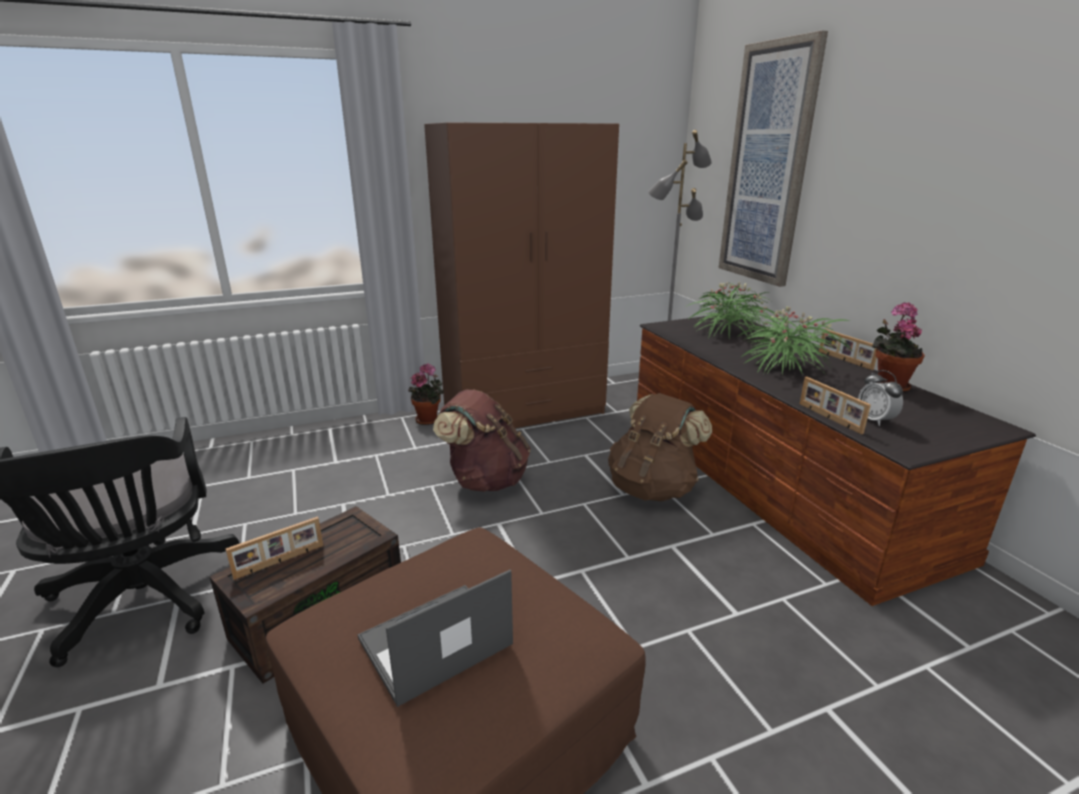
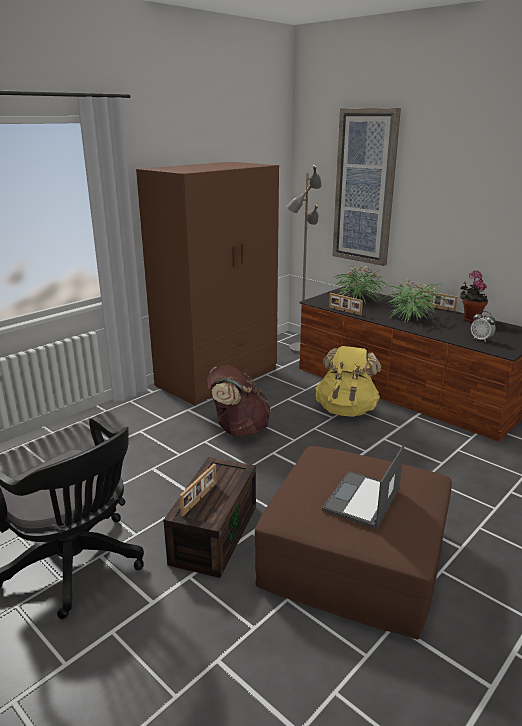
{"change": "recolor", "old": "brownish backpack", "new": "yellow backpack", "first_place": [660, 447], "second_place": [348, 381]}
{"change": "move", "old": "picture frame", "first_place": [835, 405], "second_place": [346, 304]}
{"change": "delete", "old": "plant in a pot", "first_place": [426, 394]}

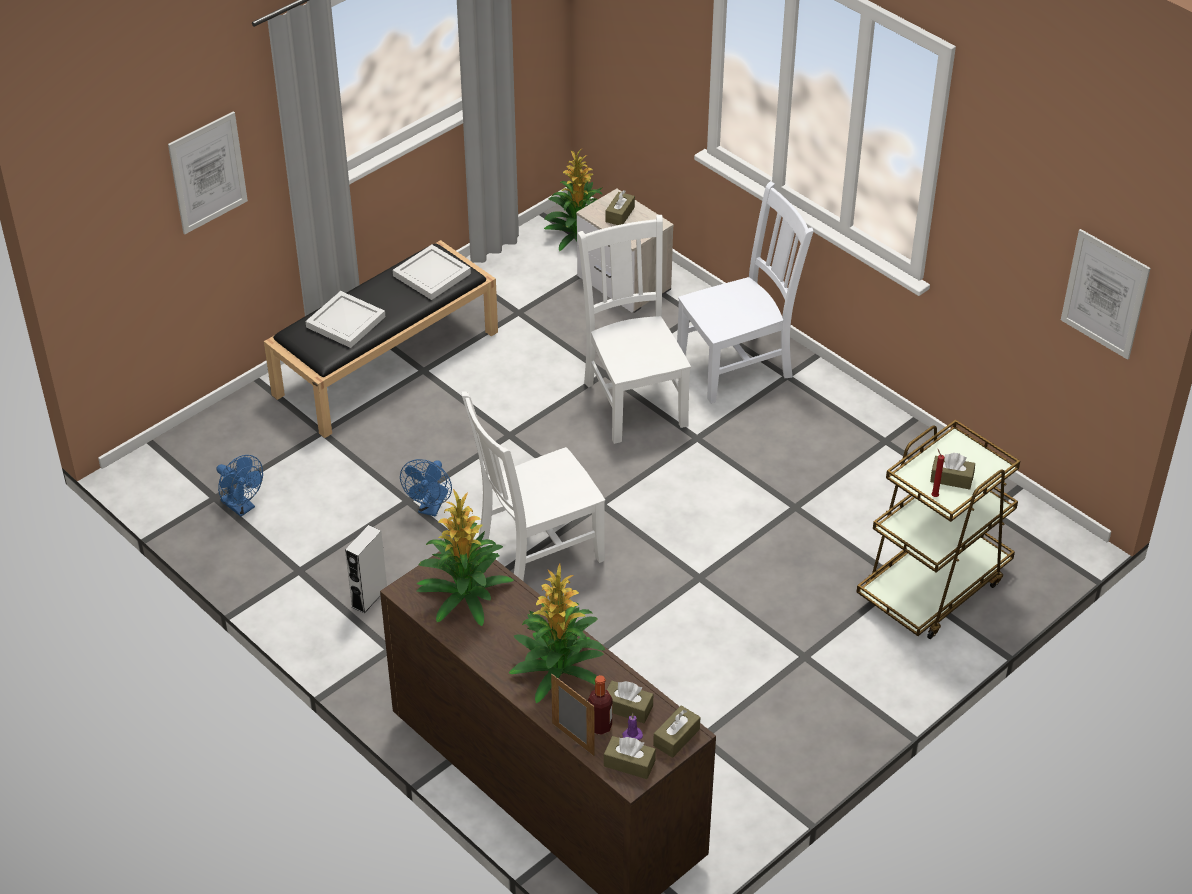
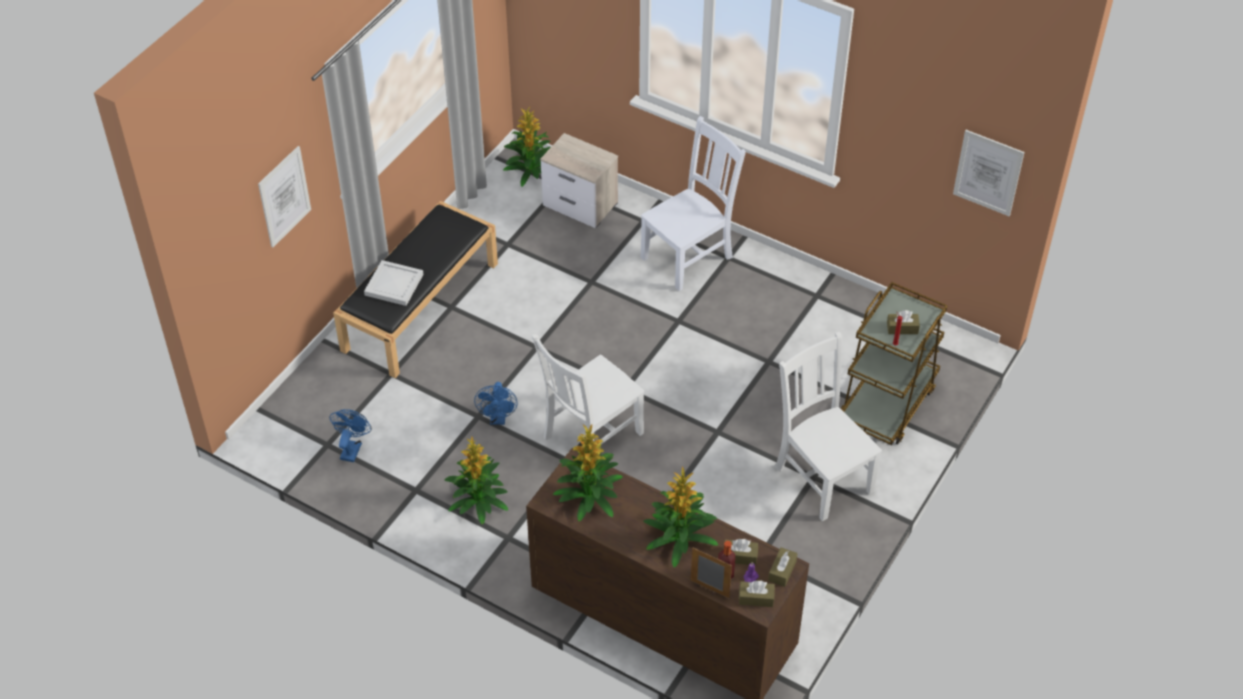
{"change": "rotate", "old": "blue cooling fan", "first_place": [239, 486], "second_place": [350, 435], "degrees": -105}
{"change": "replace", "old": "grey loudspeaker", "new": "plant in a pot", "first_place": [366, 569], "second_place": [476, 481]}
{"change": "move", "old": "whitish plain chair", "first_place": [634, 329], "second_place": [828, 426]}
{"change": "delete", "old": "whitish carrying tray", "first_place": [432, 272]}
{"change": "delete", "old": "brownish tissue box", "first_place": [620, 207]}

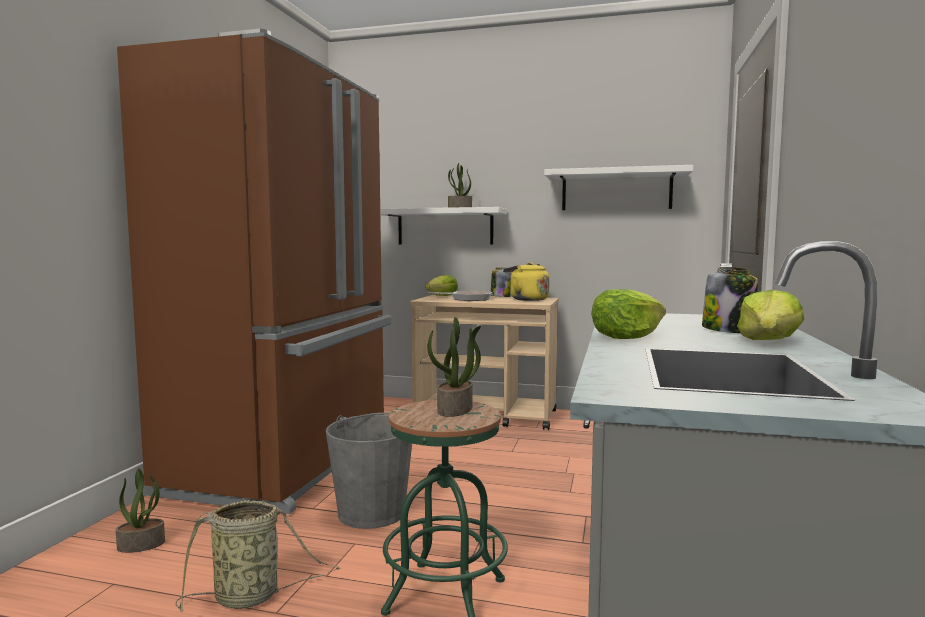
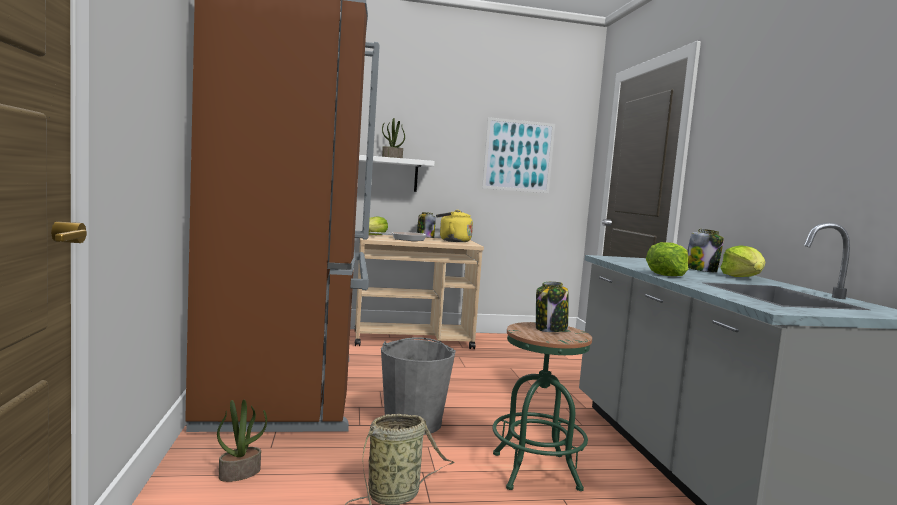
{"change": "replace", "old": "whitish bracket shelf", "new": "picture", "first_place": [618, 187], "second_place": [518, 155]}
{"change": "replace", "old": "plant in a pot", "new": "jar", "first_place": [454, 367], "second_place": [552, 306]}

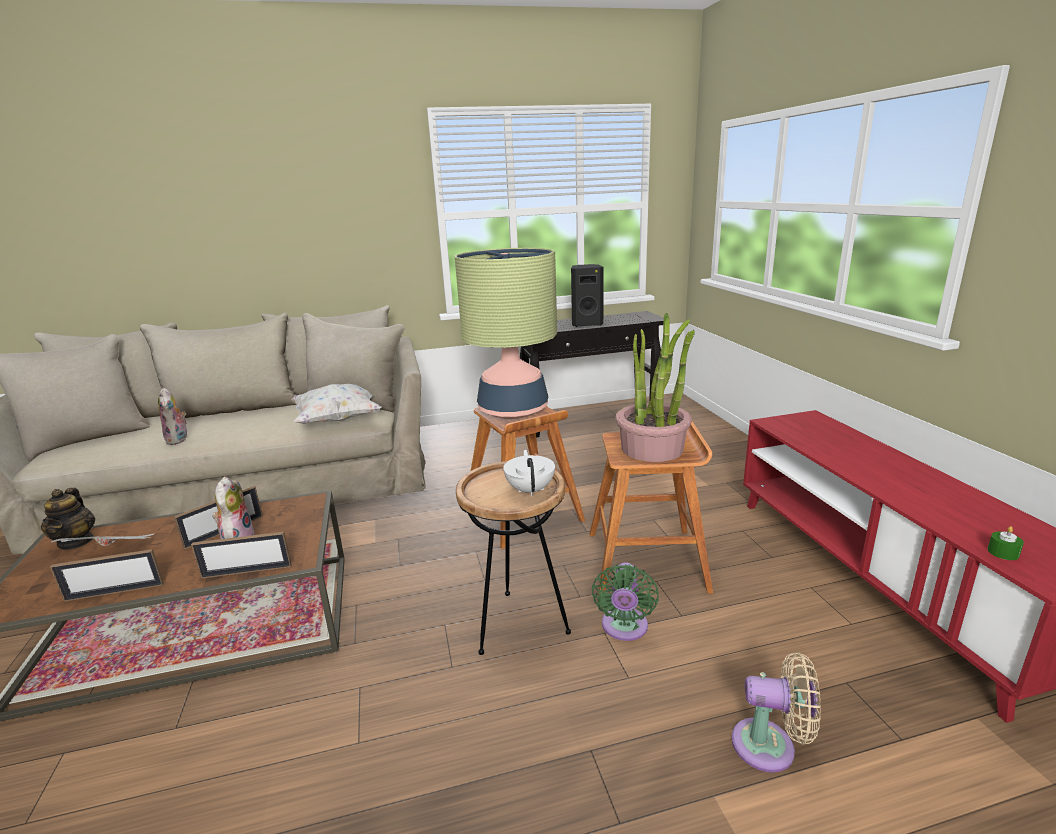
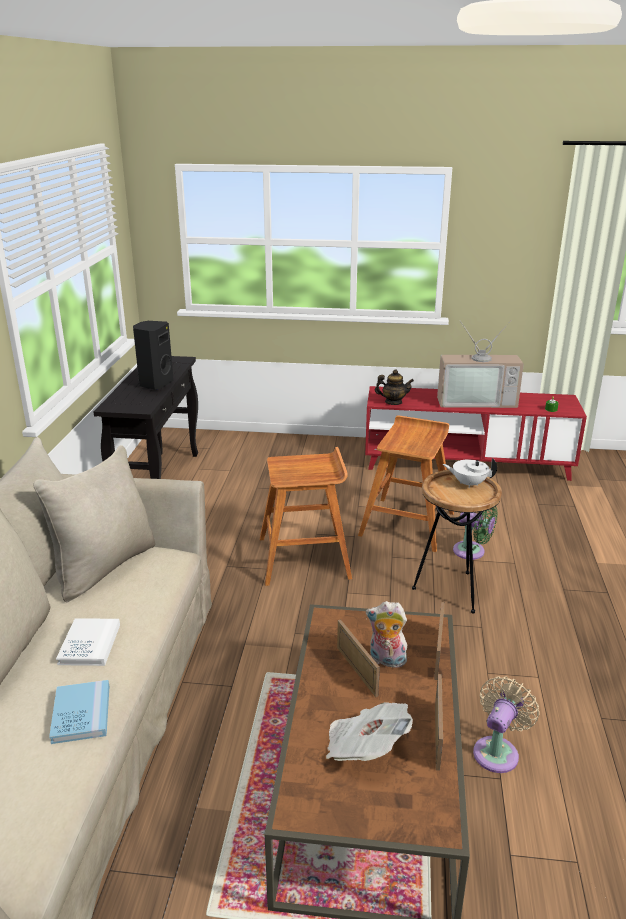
{"change": "replace", "old": "cuddly toy", "new": "blue book", "first_place": [172, 416], "second_place": [79, 712]}
{"change": "insert", "new": "whitish book", "second_place": [88, 642]}
{"change": "move", "old": "teapot", "first_place": [68, 519], "second_place": [394, 387]}
{"change": "insert", "new": "television", "second_place": [480, 364]}
{"change": "move", "old": "beige cooling fan", "first_place": [776, 712], "second_place": [506, 724]}
{"change": "delete", "old": "whitish pillow", "first_place": [337, 404]}
{"change": "delete", "old": "lamp for a table", "first_place": [505, 333]}
{"change": "delete", "old": "plant in a pot", "first_place": [655, 387]}

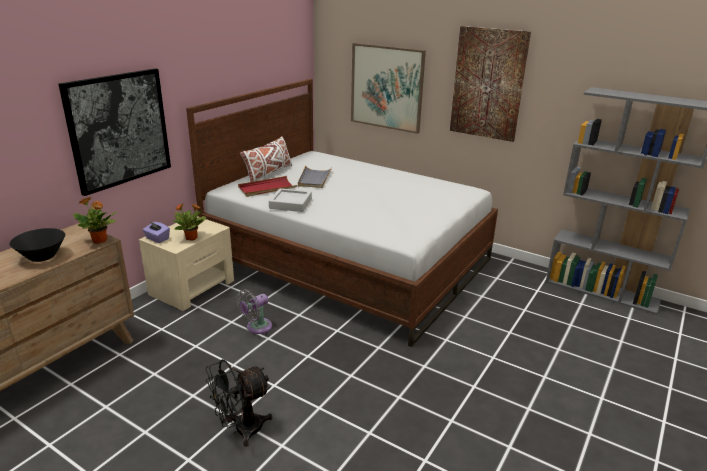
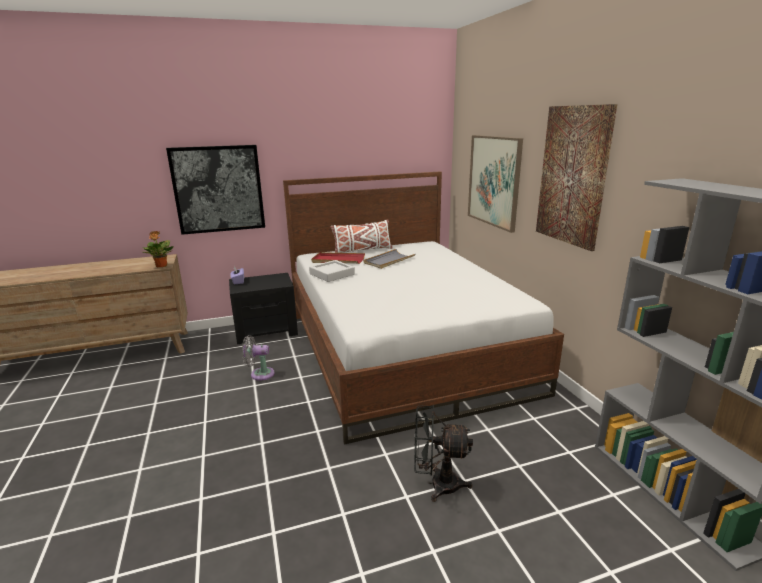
{"change": "recolor", "old": "beige nightstand", "new": "black nightstand", "first_place": [186, 264], "second_place": [263, 308]}
{"change": "move", "old": "black cooling fan", "first_place": [239, 403], "second_place": [443, 453]}
{"change": "delete", "old": "black deep dish", "first_place": [37, 245]}
{"change": "delete", "old": "plant in a pot", "first_place": [189, 222]}

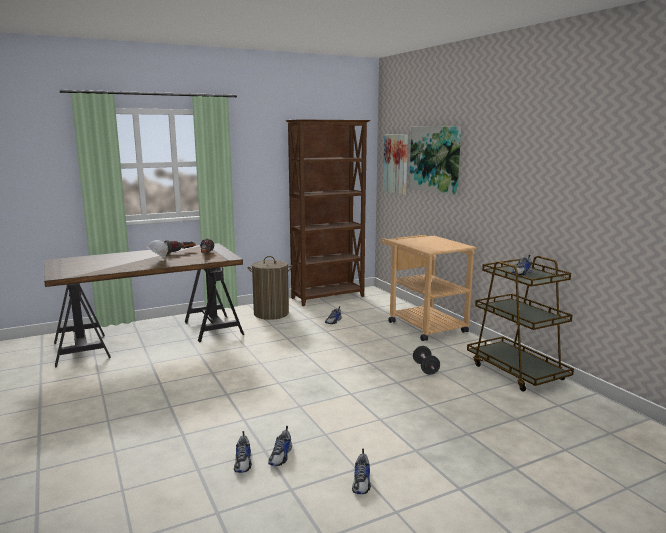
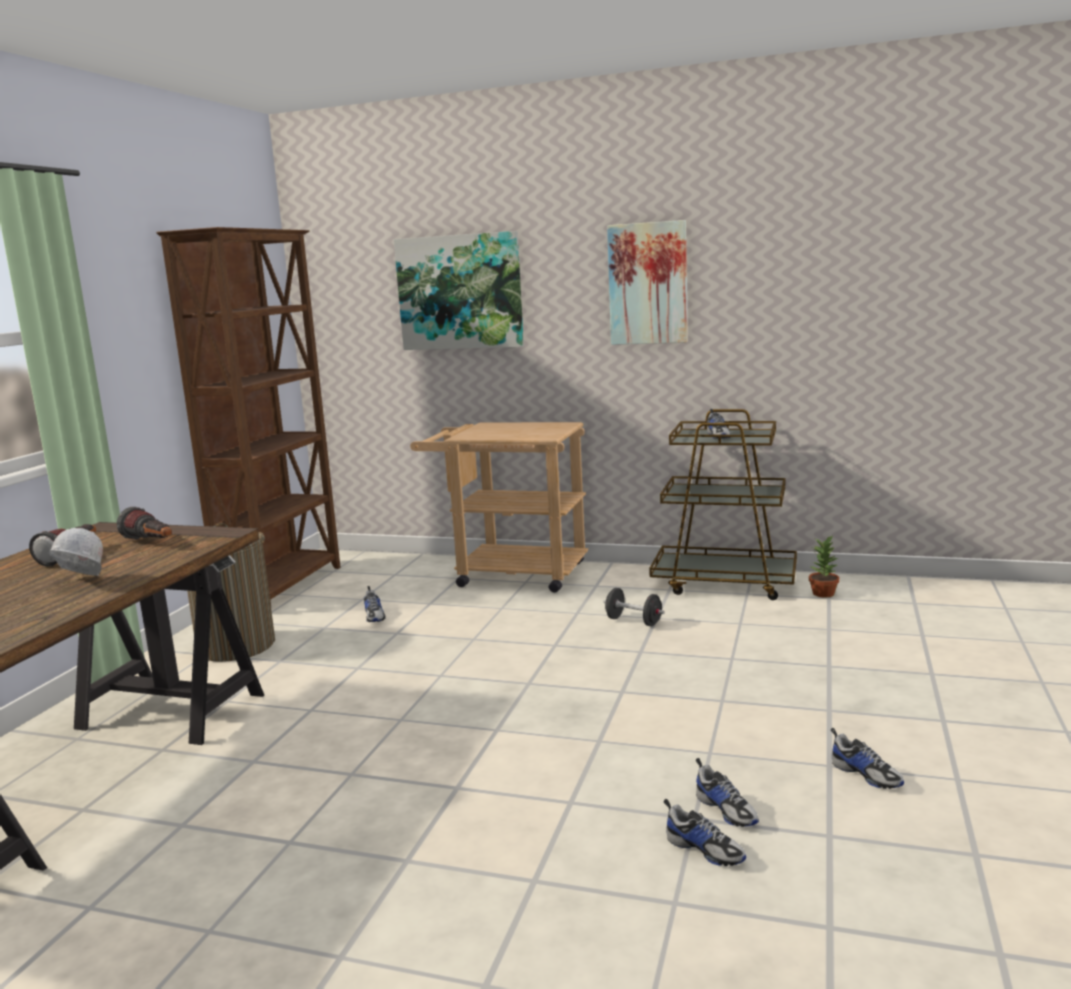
{"change": "move", "old": "picture", "first_place": [395, 165], "second_place": [647, 282]}
{"change": "insert", "new": "plant in a pot", "second_place": [824, 566]}

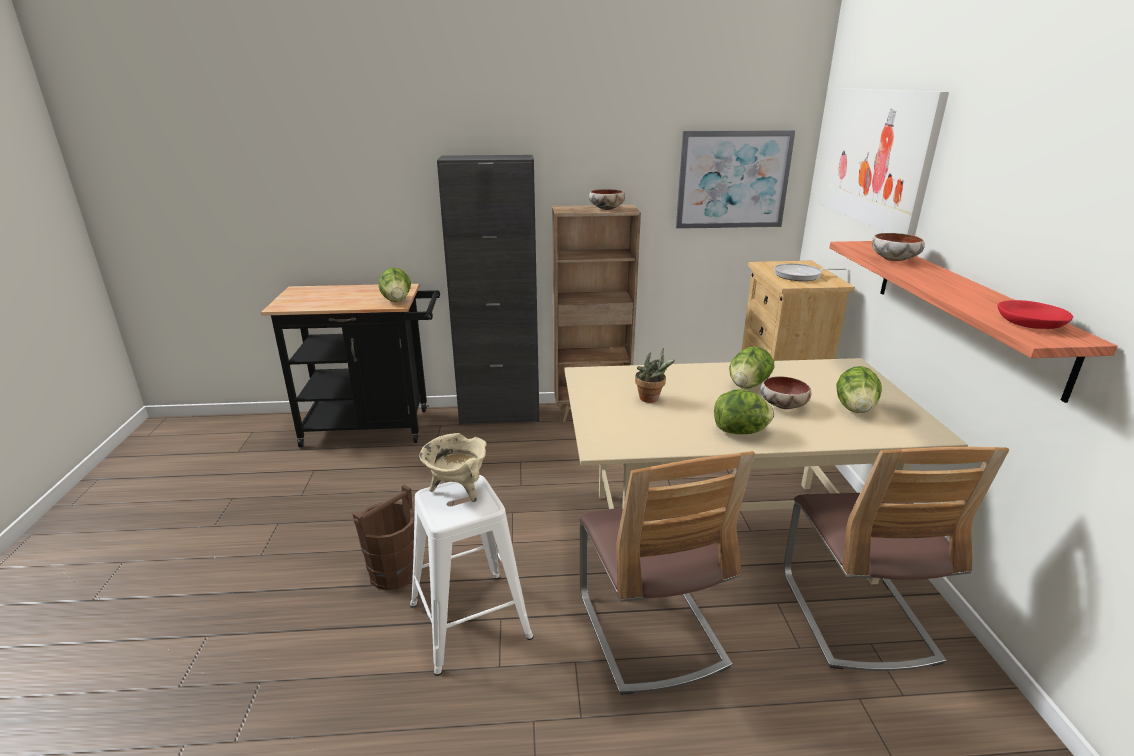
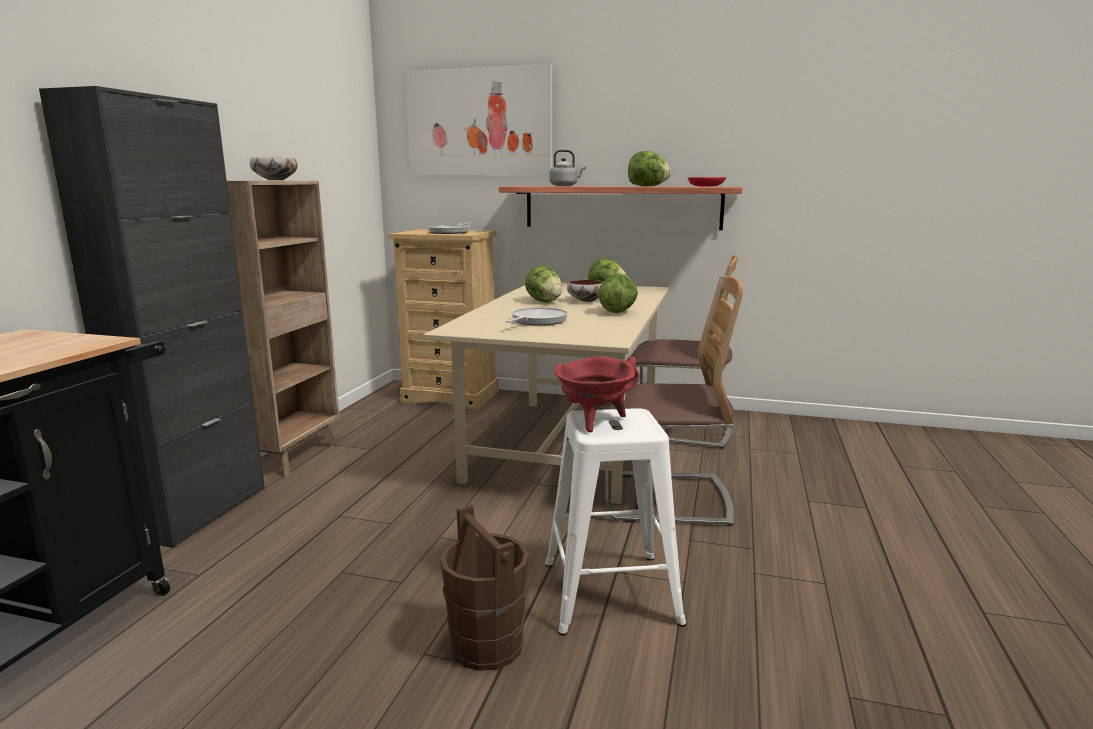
{"change": "replace", "old": "plant in a pot", "new": "skillet", "first_place": [655, 375], "second_place": [536, 316]}
{"change": "replace", "old": "deep dish", "new": "grey water kettle", "first_place": [898, 247], "second_place": [568, 168]}
{"change": "recolor", "old": "beige cooking pot", "new": "reddish cooking pot", "first_place": [453, 467], "second_place": [596, 394]}
{"change": "move", "old": "lettuce", "first_place": [395, 284], "second_place": [649, 168]}
{"change": "delete", "old": "picture", "first_place": [735, 179]}

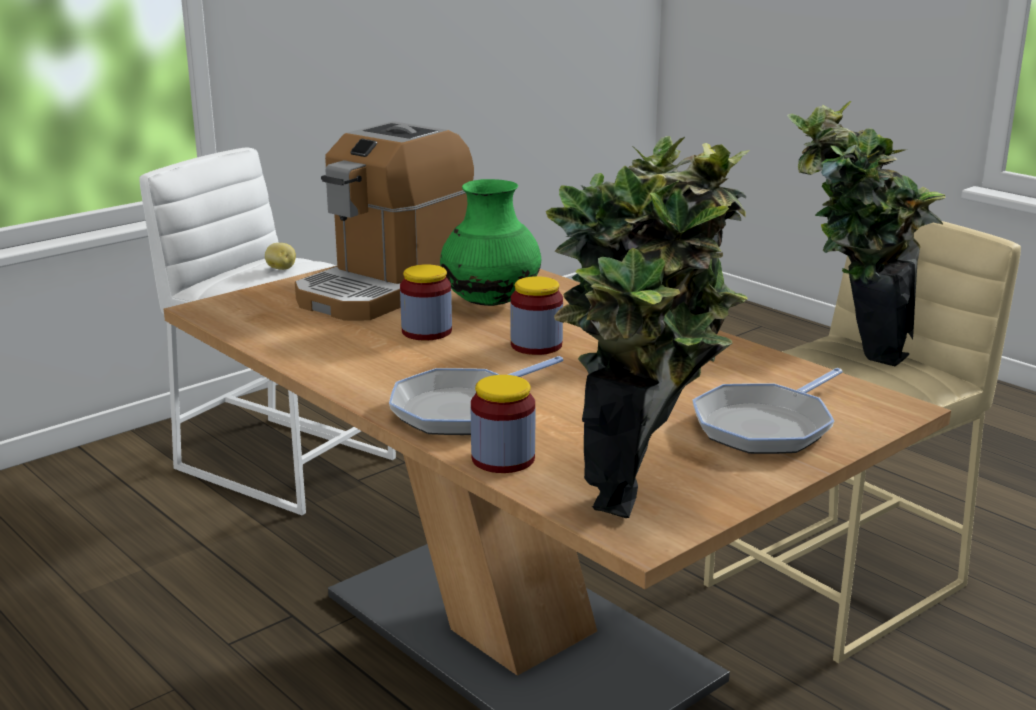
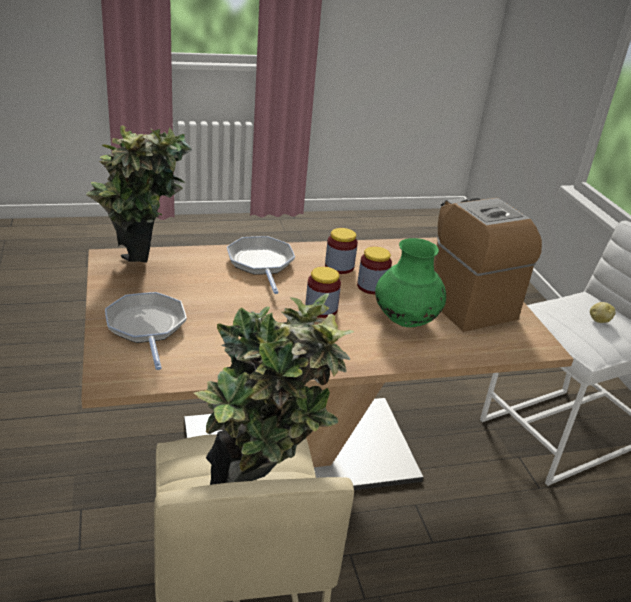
{"change": "move", "old": "jar", "first_place": [503, 424], "second_place": [341, 251]}

